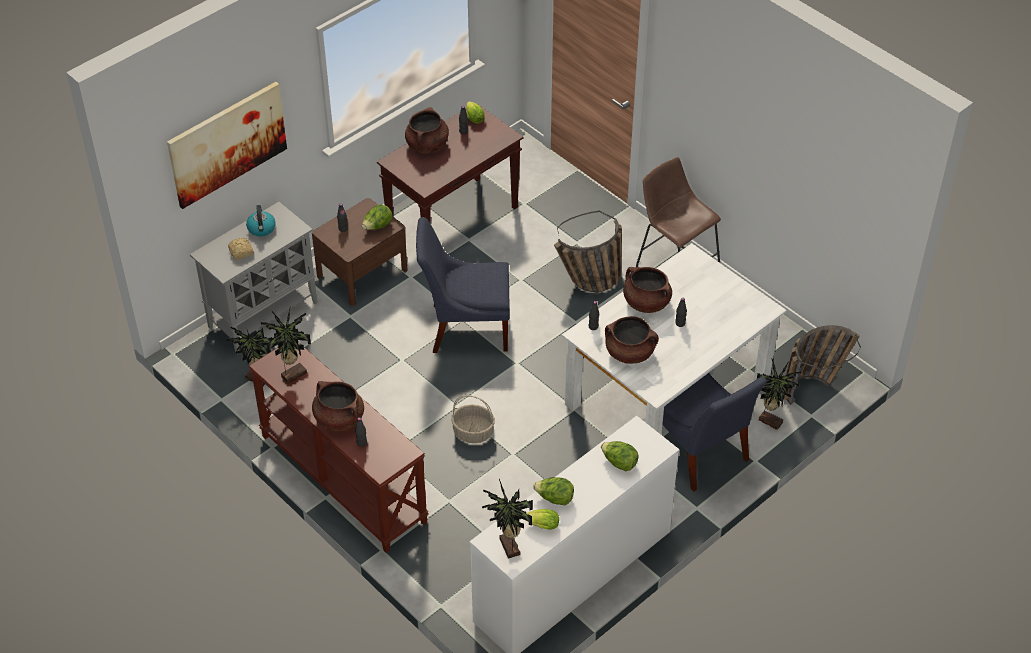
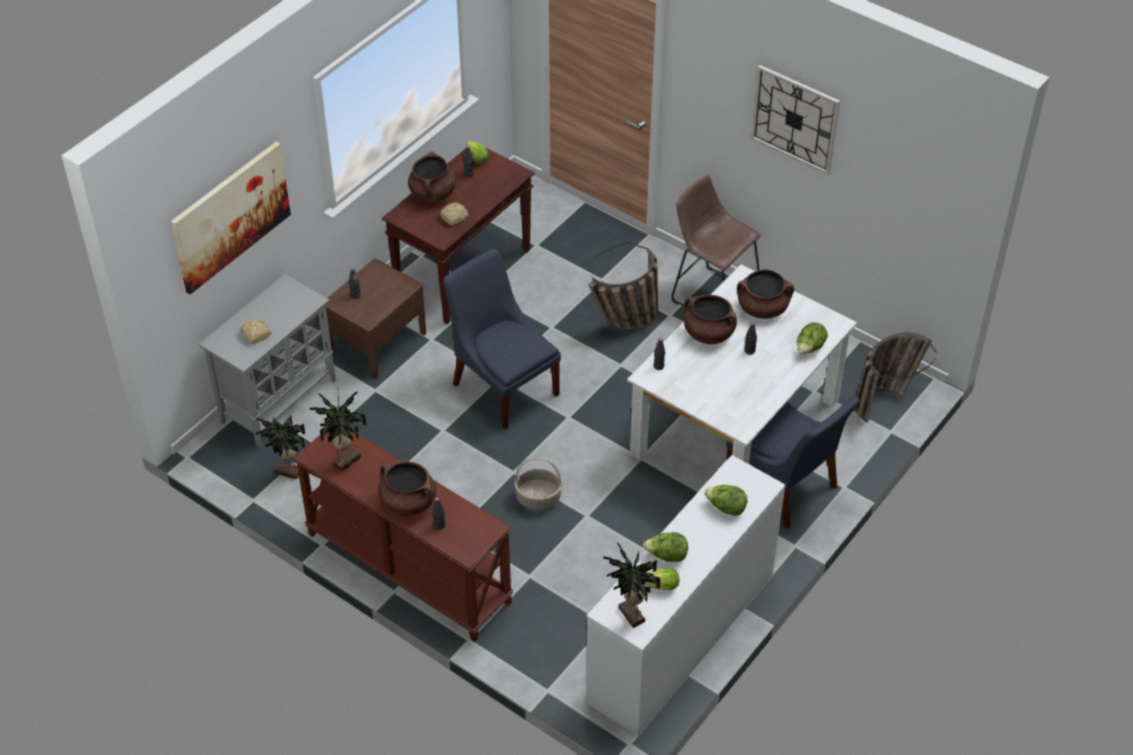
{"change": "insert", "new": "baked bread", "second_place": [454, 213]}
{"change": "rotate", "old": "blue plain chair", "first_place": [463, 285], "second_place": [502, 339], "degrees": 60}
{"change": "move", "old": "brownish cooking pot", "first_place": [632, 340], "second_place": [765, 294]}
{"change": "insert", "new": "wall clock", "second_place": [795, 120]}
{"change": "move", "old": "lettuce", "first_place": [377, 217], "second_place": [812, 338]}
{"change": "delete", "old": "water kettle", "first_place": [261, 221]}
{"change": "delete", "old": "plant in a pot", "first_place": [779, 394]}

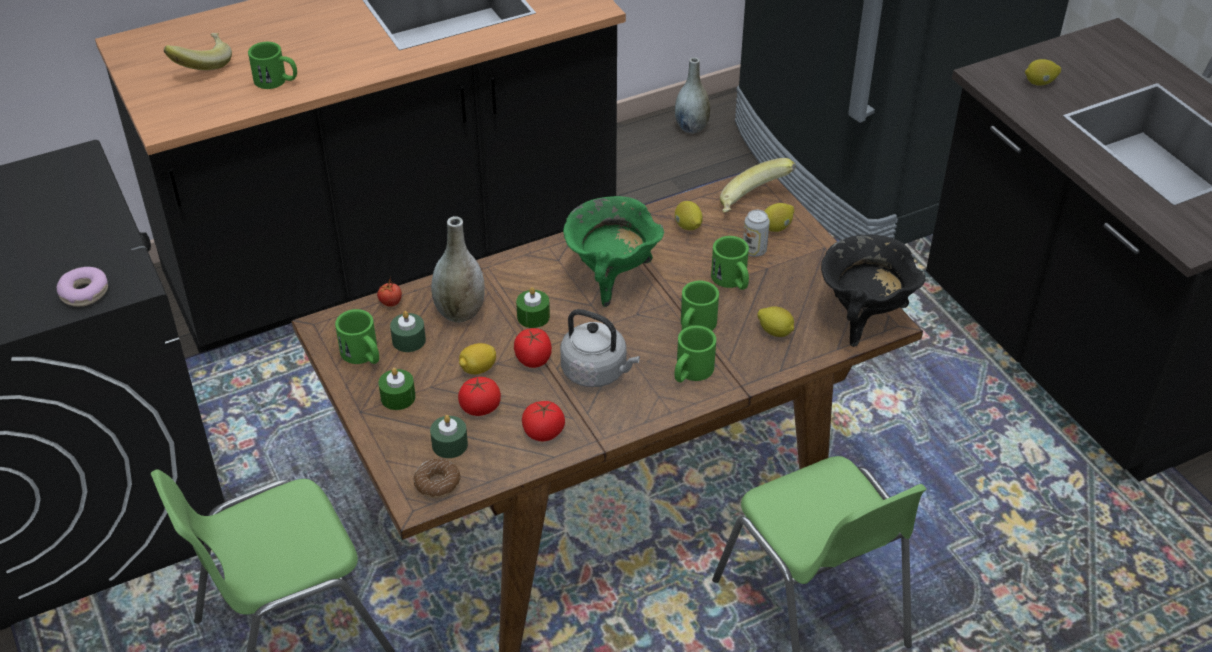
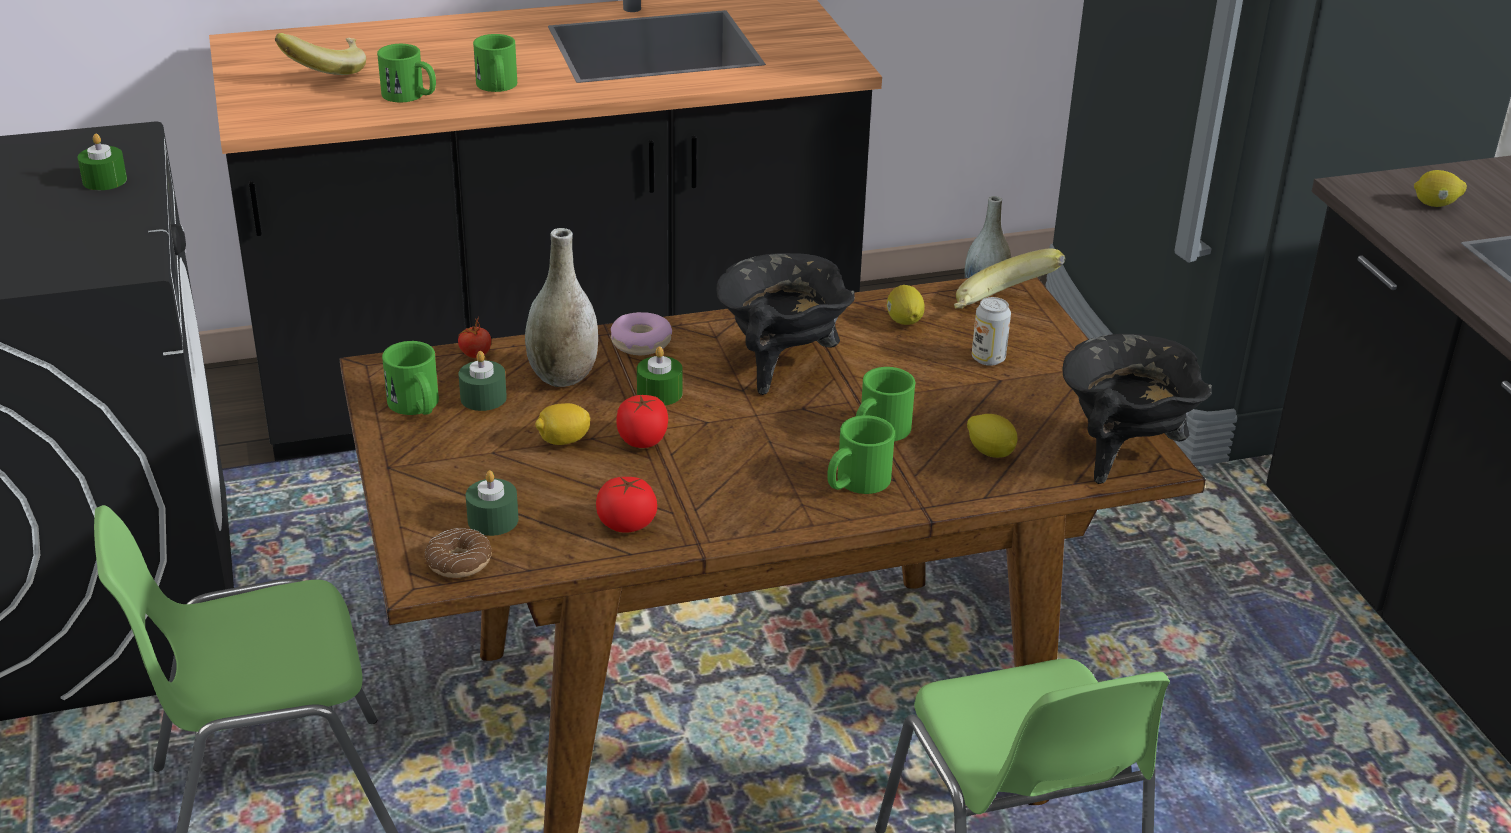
{"change": "move", "old": "greenish candle", "first_place": [397, 389], "second_place": [102, 162]}
{"change": "move", "old": "greenish tea mug", "first_place": [730, 263], "second_place": [495, 63]}
{"change": "move", "old": "ring doughnut", "first_place": [82, 287], "second_place": [641, 333]}
{"change": "recolor", "old": "greenish cooking pot", "new": "black cooking pot", "first_place": [613, 251], "second_place": [786, 324]}
{"change": "delete", "old": "tomato", "first_place": [479, 396]}
{"change": "delete", "old": "grey water kettle", "first_place": [600, 348]}
{"change": "delete", "old": "lemon", "first_place": [779, 217]}

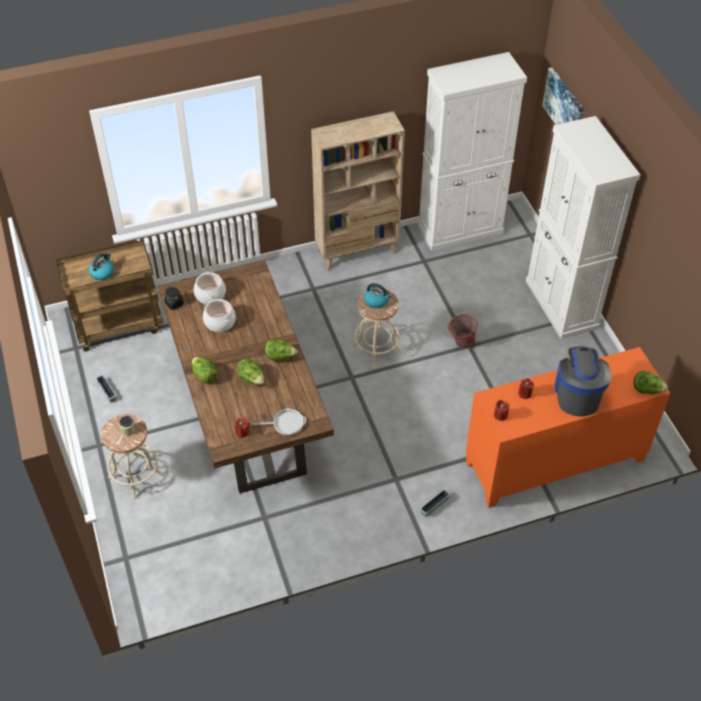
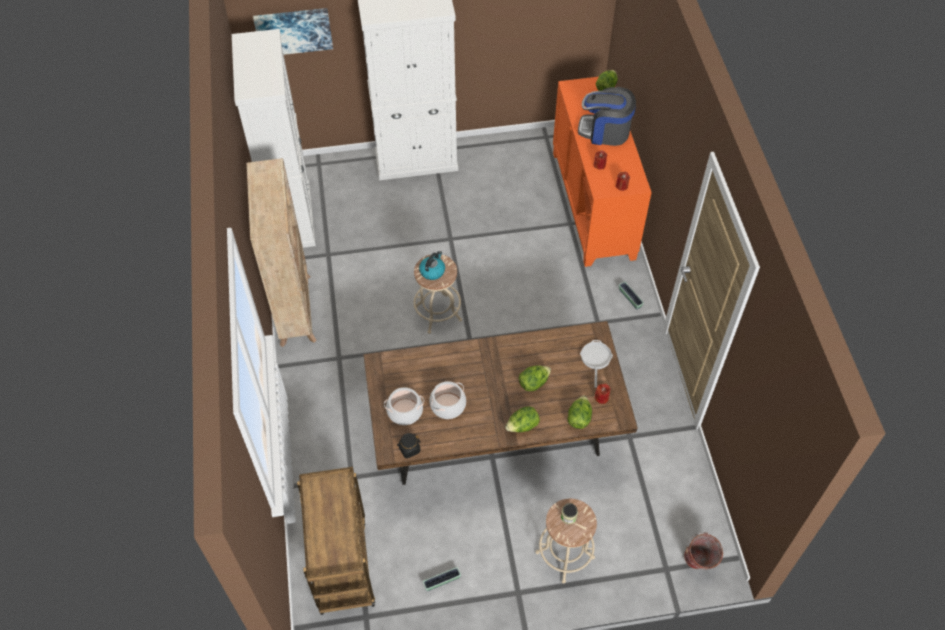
{"change": "move", "old": "lettuce", "first_place": [281, 350], "second_place": [580, 412]}
{"change": "move", "old": "pail", "first_place": [463, 331], "second_place": [703, 551]}
{"change": "delete", "old": "water kettle", "first_place": [101, 266]}

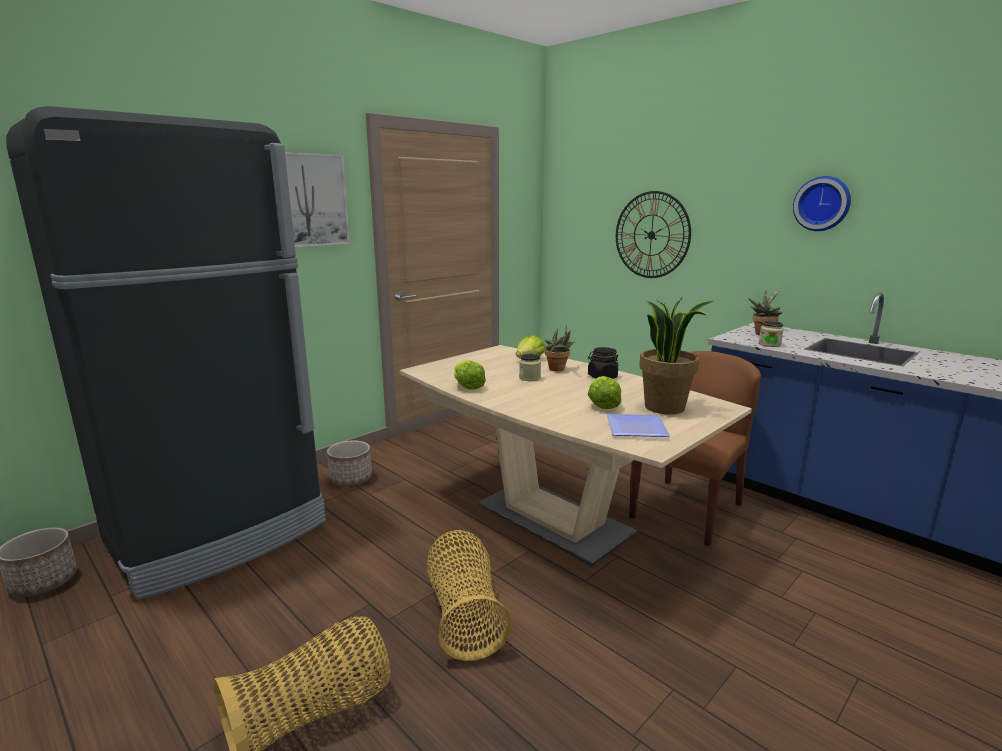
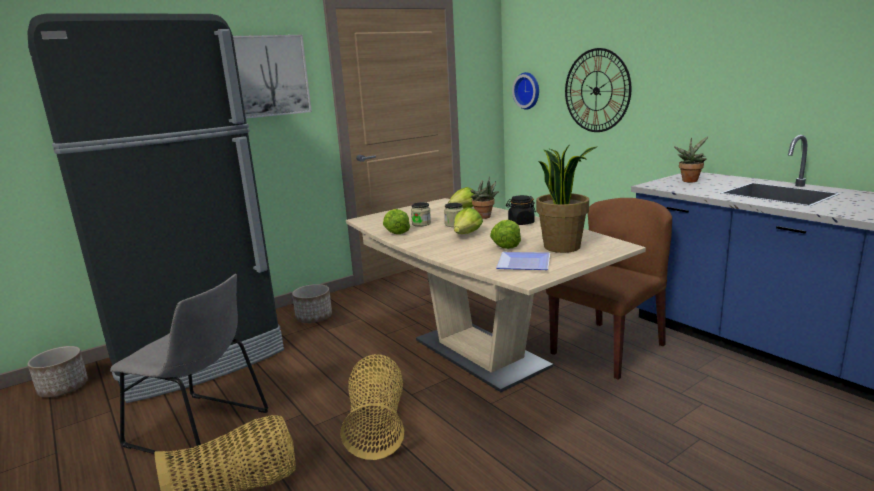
{"change": "insert", "new": "grey plain chair", "second_place": [189, 371]}
{"change": "move", "old": "jar", "first_place": [771, 334], "second_place": [421, 214]}
{"change": "insert", "new": "lettuce", "second_place": [468, 220]}
{"change": "move", "old": "wall clock", "first_place": [822, 203], "second_place": [525, 91]}

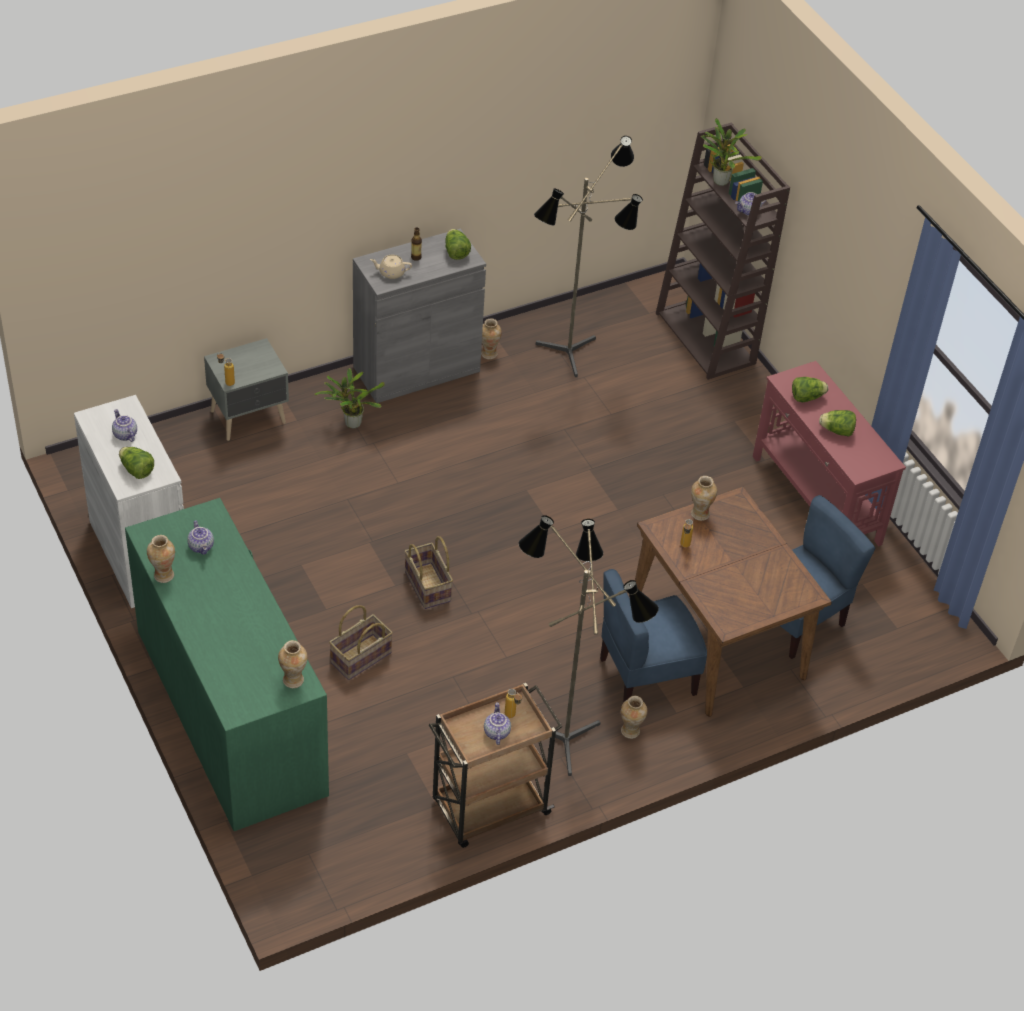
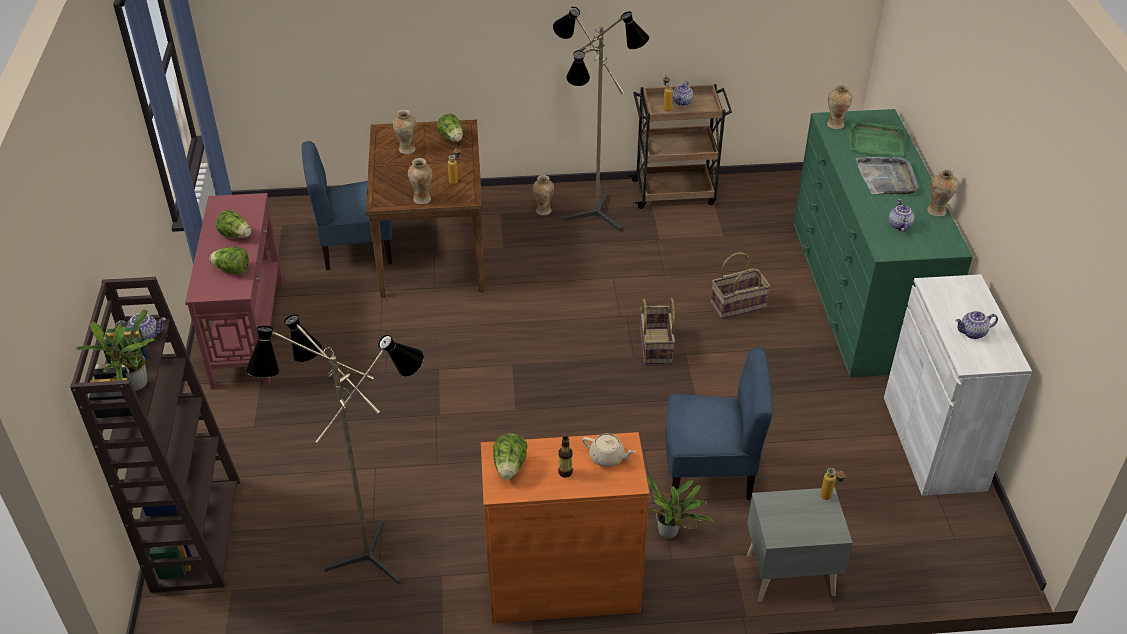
{"change": "move", "old": "flower vase", "first_place": [491, 338], "second_place": [404, 132]}
{"change": "move", "old": "lettuce", "first_place": [136, 463], "second_place": [450, 128]}
{"change": "recolor", "old": "grey storage cabinet", "new": "orange storage cabinet", "first_place": [419, 315], "second_place": [565, 527]}
{"change": "move", "old": "blue plain chair", "first_place": [653, 636], "second_place": [719, 423]}
{"change": "insert", "new": "greenish carrying tray", "second_place": [877, 138]}
{"change": "insert", "new": "grey carrying tray", "second_place": [887, 176]}
{"change": "rotate", "old": "teapot", "first_place": [124, 425], "second_place": [976, 325], "degrees": 90}

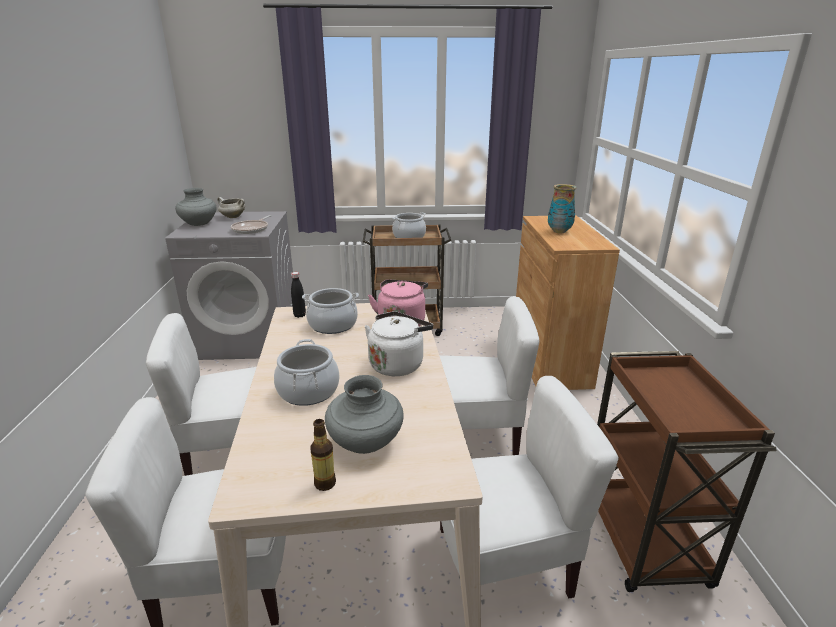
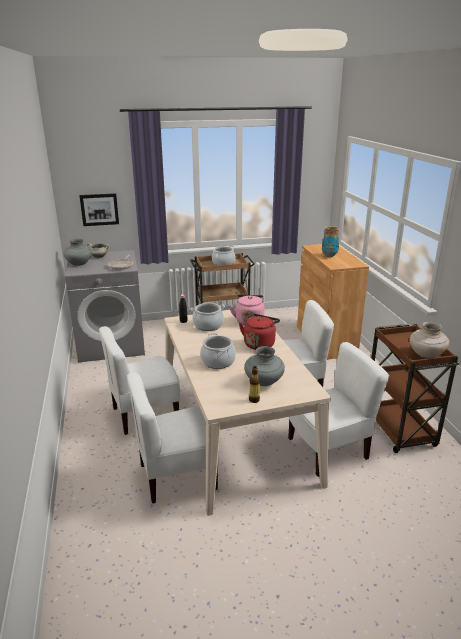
{"change": "insert", "new": "picture", "second_place": [99, 209]}
{"change": "recolor", "old": "whitish water kettle", "new": "reddish water kettle", "first_place": [399, 343], "second_place": [259, 332]}
{"change": "insert", "new": "beige flower vase", "second_place": [430, 340]}

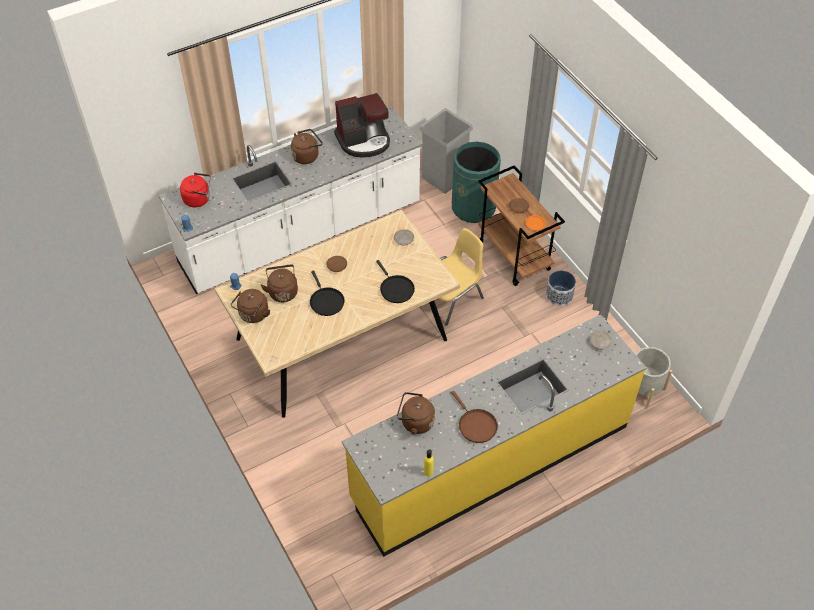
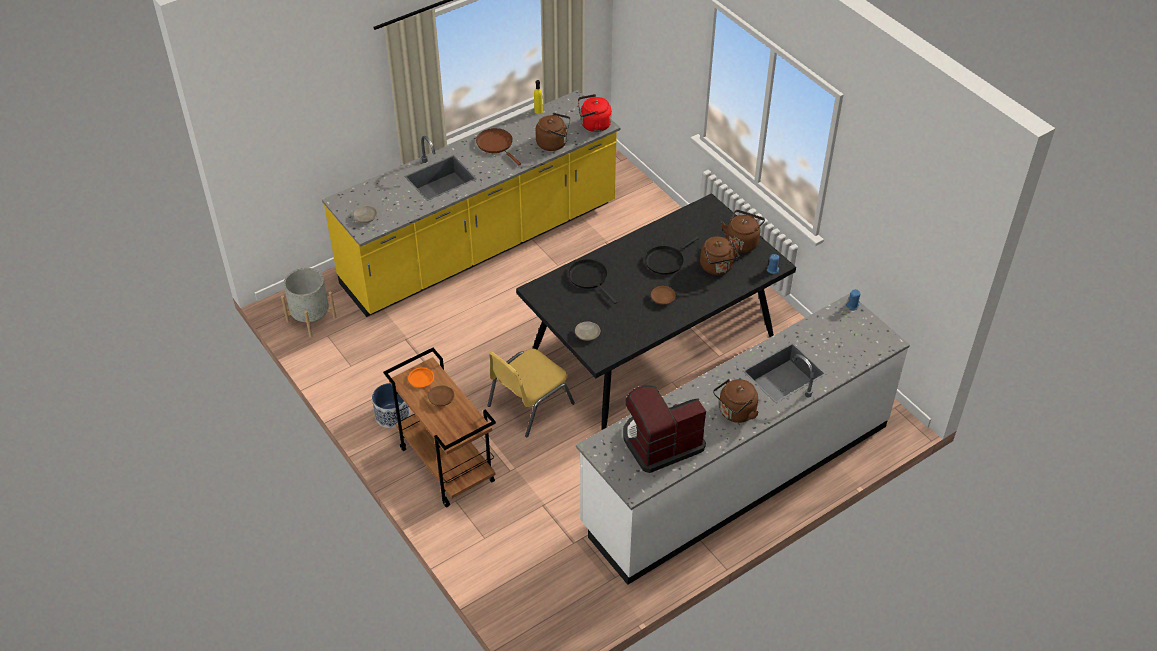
{"change": "recolor", "old": "beige dining table", "new": "black dining table", "first_place": [337, 314], "second_place": [656, 311]}
{"change": "move", "old": "reddish water kettle", "first_place": [195, 190], "second_place": [595, 113]}
{"change": "rotate", "old": "black skillet", "first_place": [327, 293], "second_place": [672, 255], "degrees": -105}
{"change": "delete", "old": "grey waste bin", "first_place": [446, 151]}
{"change": "delete", "old": "greenish waste bin", "first_place": [476, 182]}

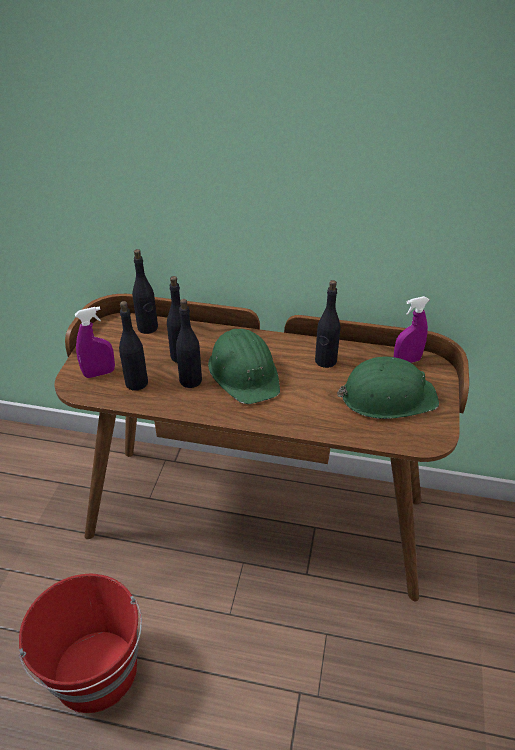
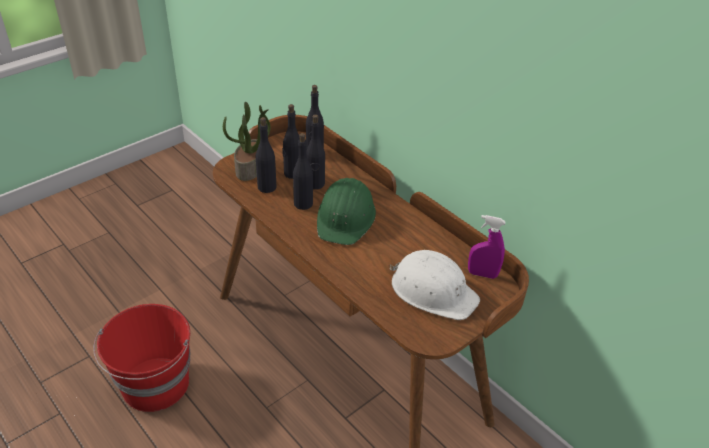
{"change": "replace", "old": "purple-coloured sprayer", "new": "plant in a pot", "first_place": [95, 342], "second_place": [247, 141]}
{"change": "move", "old": "black beverage bottle", "first_place": [327, 324], "second_place": [291, 141]}
{"change": "recolor", "old": "greenish safety helmet", "new": "whitish safety helmet", "first_place": [388, 388], "second_place": [435, 285]}

